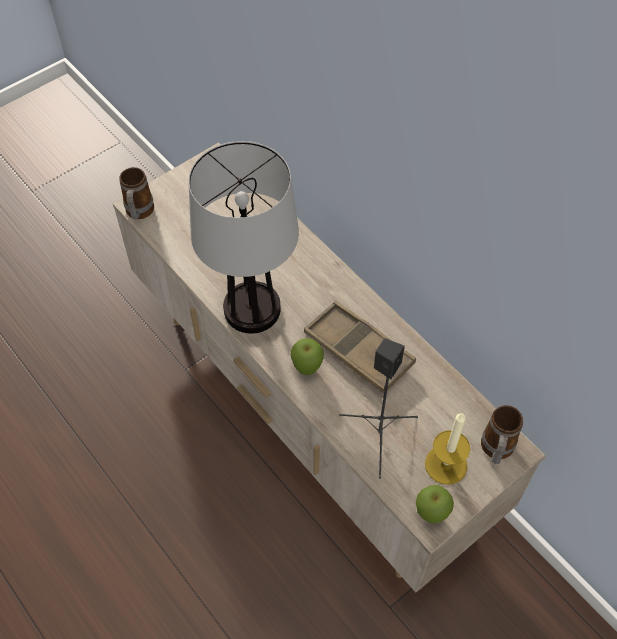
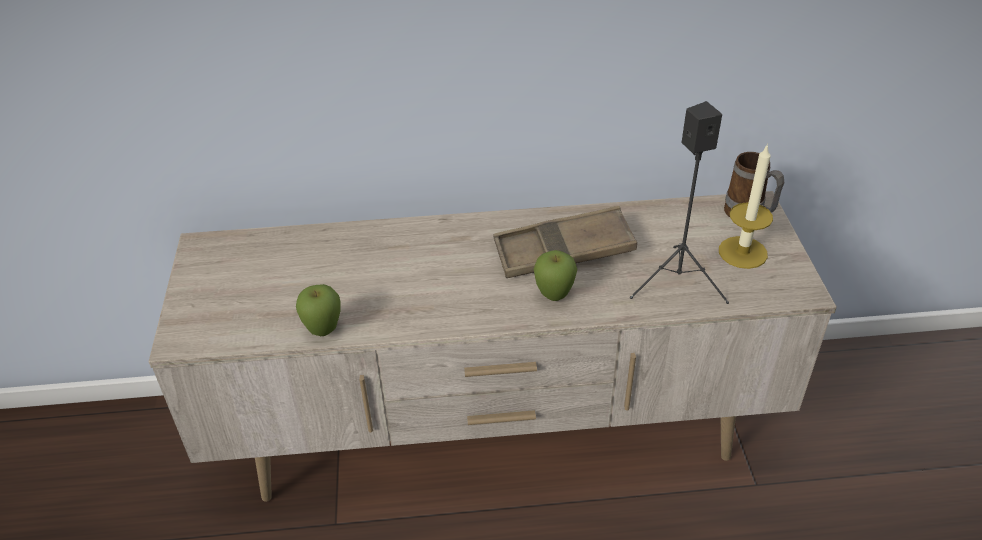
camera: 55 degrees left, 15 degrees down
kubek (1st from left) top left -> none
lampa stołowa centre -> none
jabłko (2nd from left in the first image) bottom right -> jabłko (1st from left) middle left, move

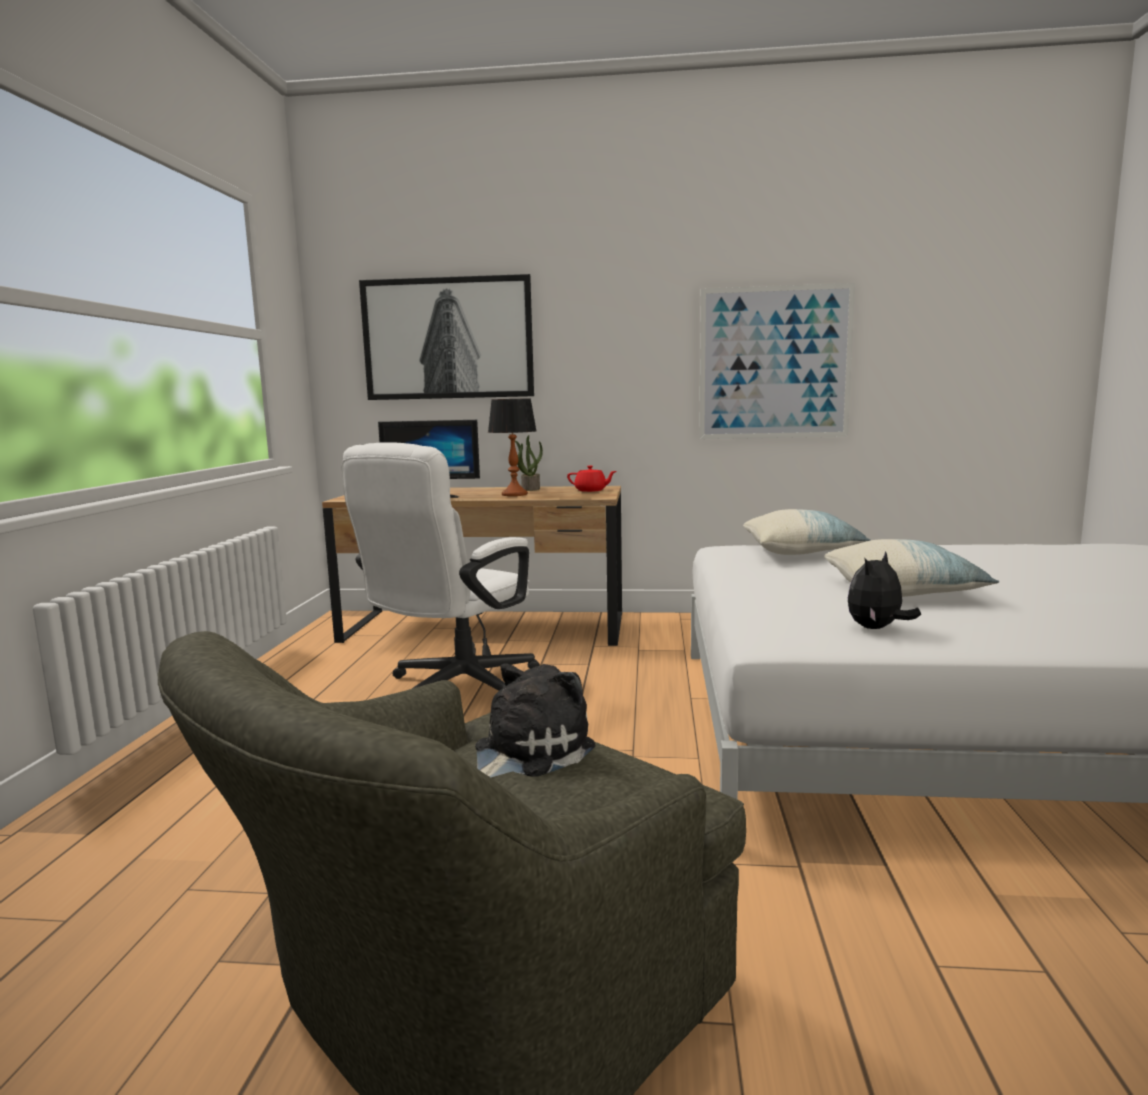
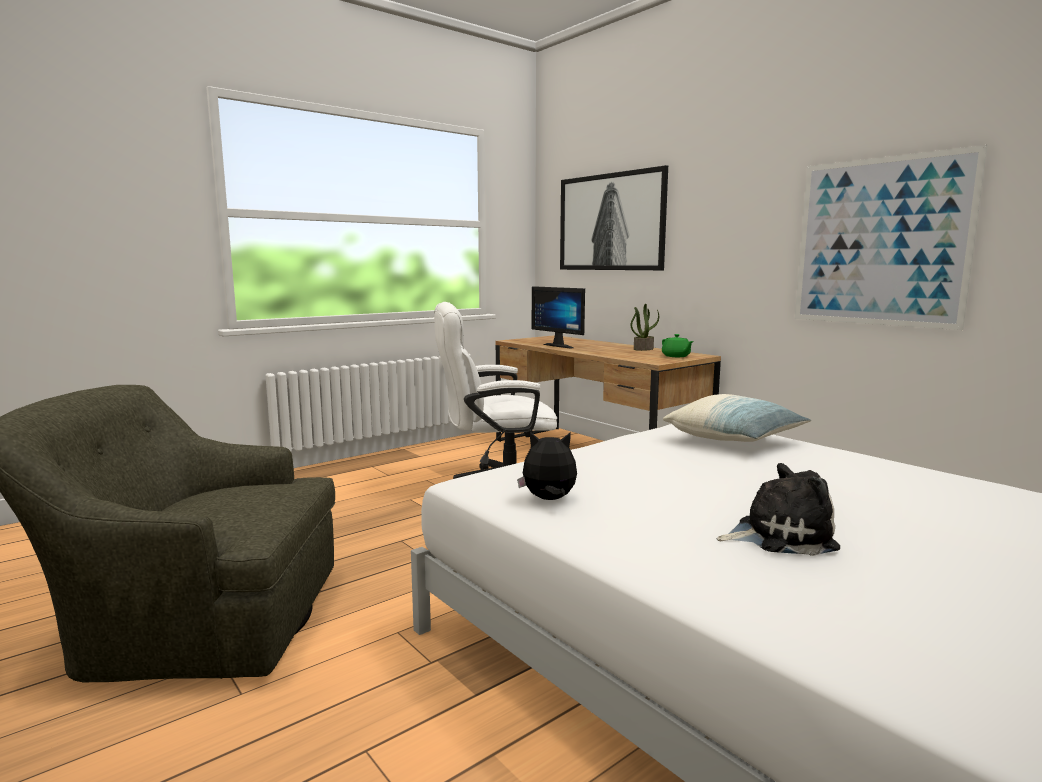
camera: 45 degrees right, 0 degrees up
pluszak (1st from left in the first image) centre -> pluszak (2nd from left) middle right, move
lampa stołowa centre -> none
imbryk/czerwony centre -> imbryk/zielony centre
poduszka (2nd from left) middle right -> none

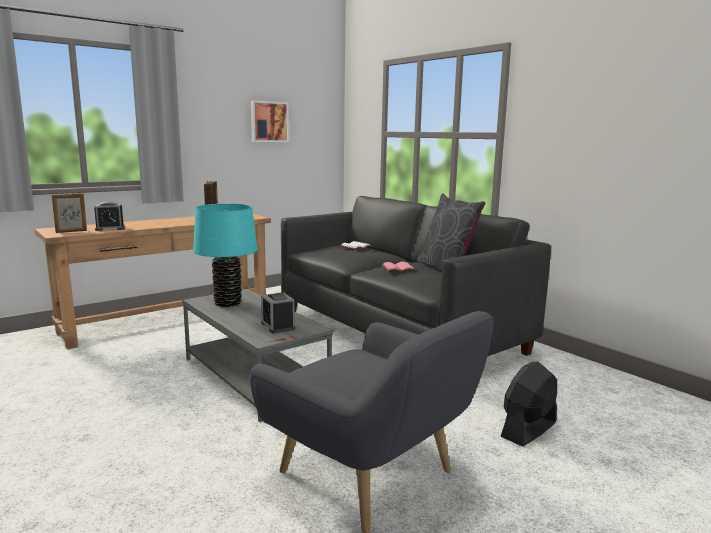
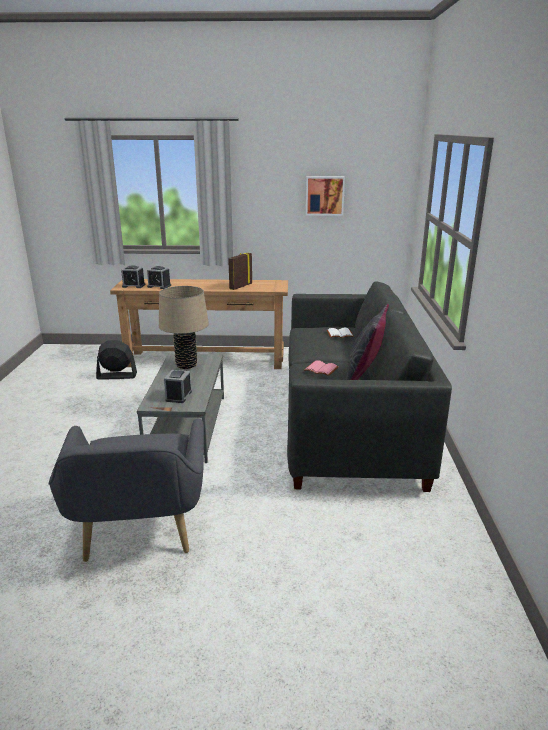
camera: 40 degrees right, 10 degrees up
ramka na zdjęcie (1st from left) middle left -> budzik (1st from left) middle left
lampa stołowa/turkusowy middle left -> lampa stołowa/beżowy centre
wentylator/czarny bottom right -> wentylator/czarny middle left, move

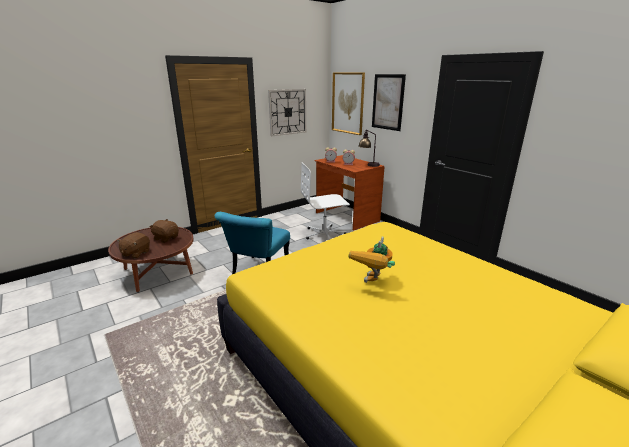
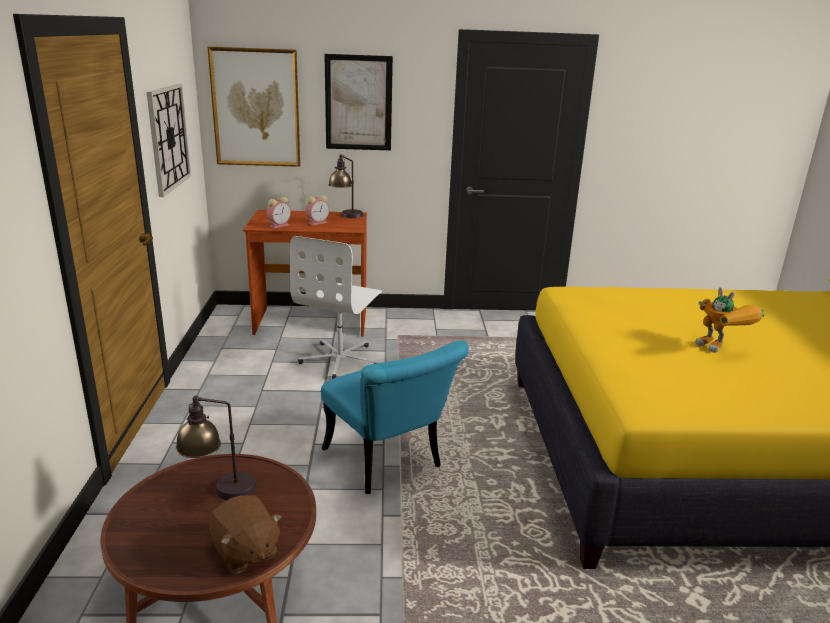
camera: 55 degrees left, 0 degrees up
pluszak/brązowy (2nd from left) middle left -> lampa stołowa (1st from left) bottom left

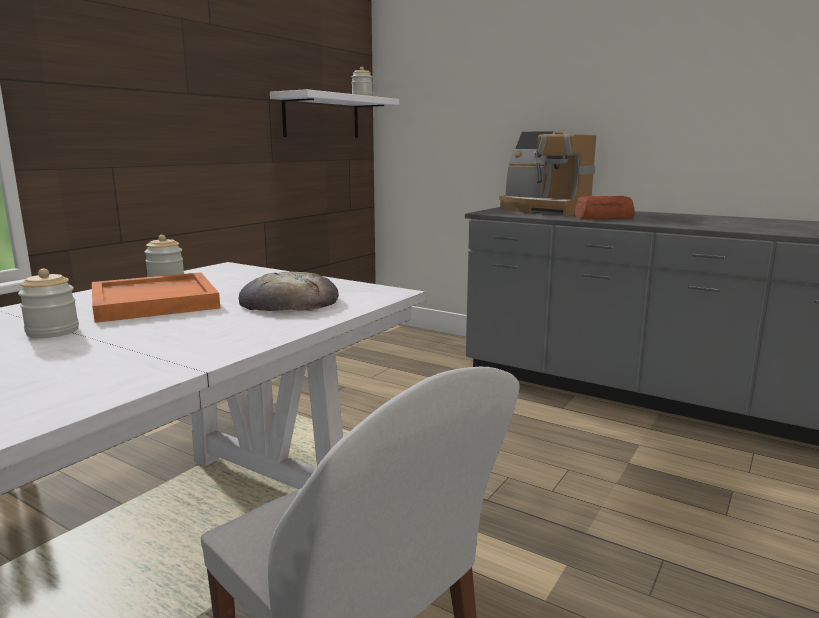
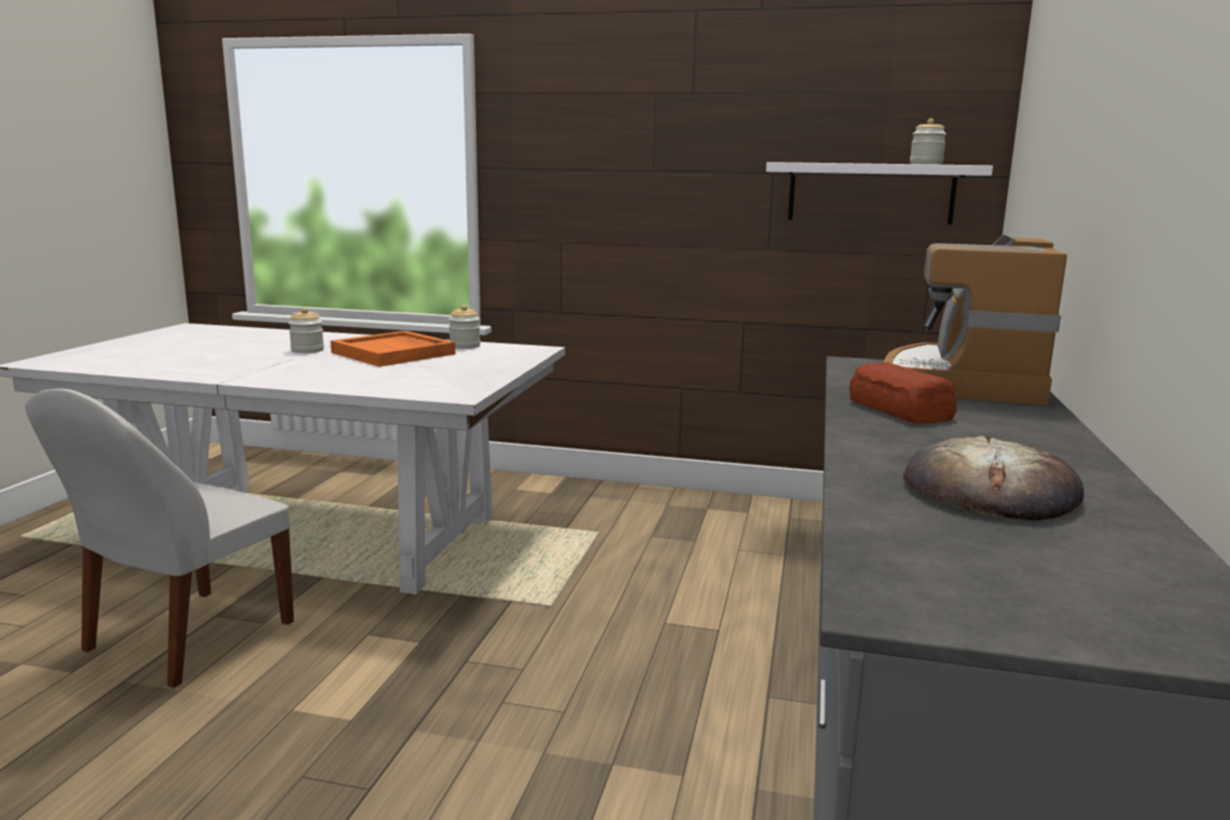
camera: 70 degrees right, 0 degrees up
chleb (1st from left in the first image) centre -> chleb (2nd from left) middle right, move

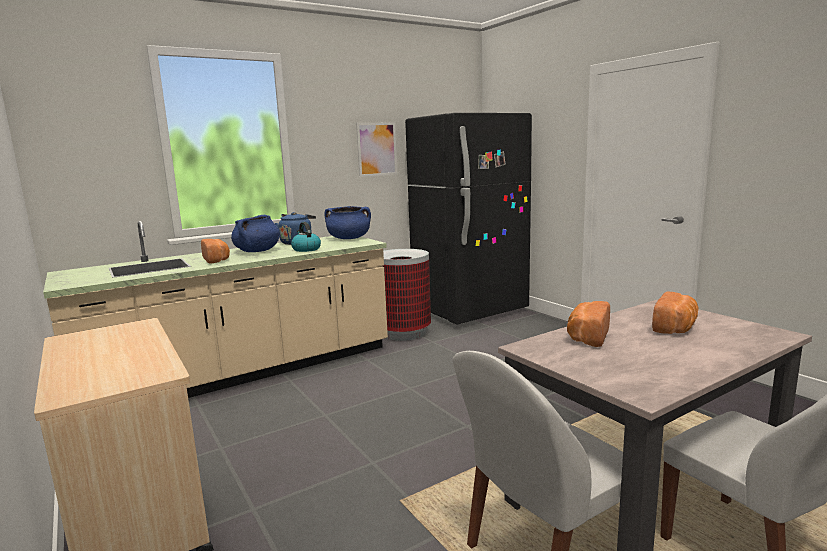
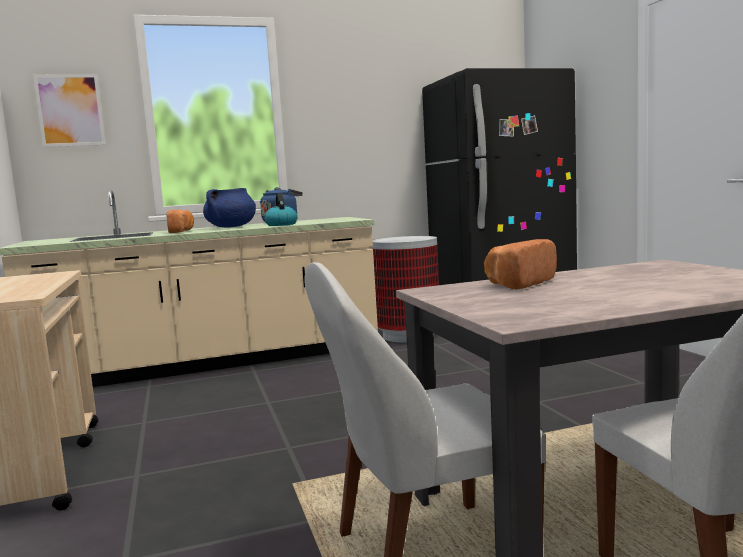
camera: 15 degrees right, 5 degrees down
garnek/niebieski (2nd from left) centre -> none
obraz top centre -> obraz top left, move
chleb (3rd from left) middle right -> none

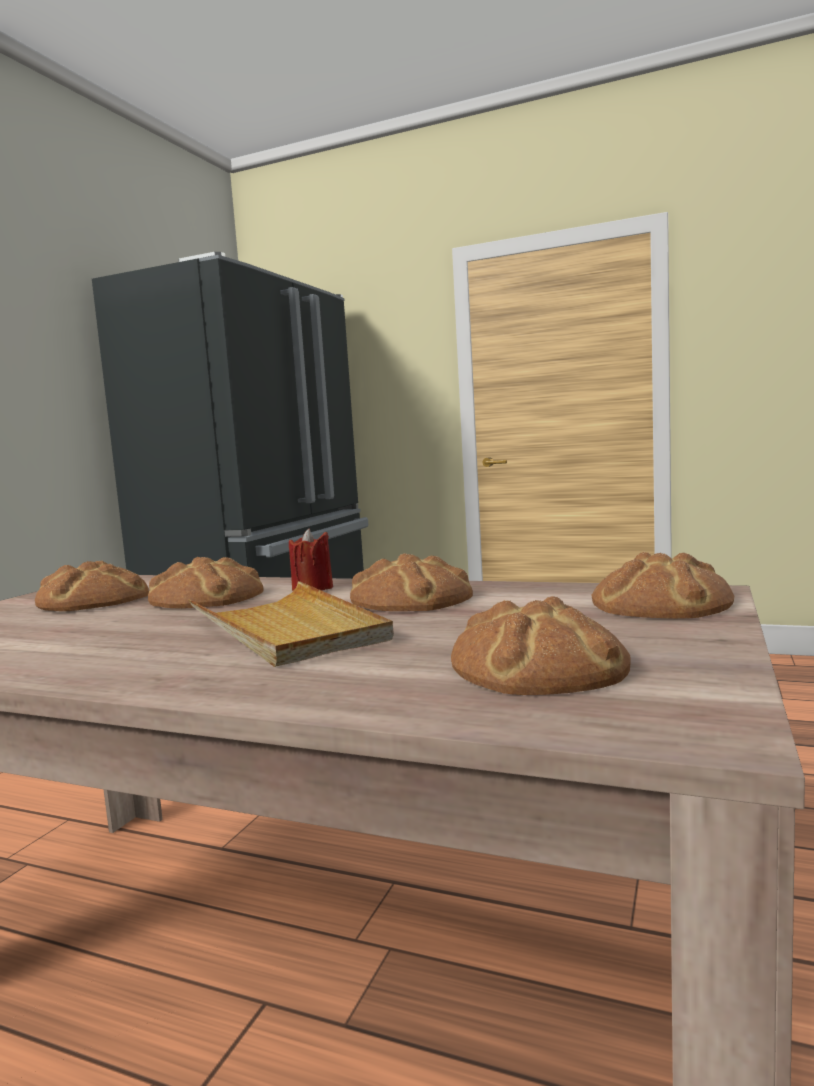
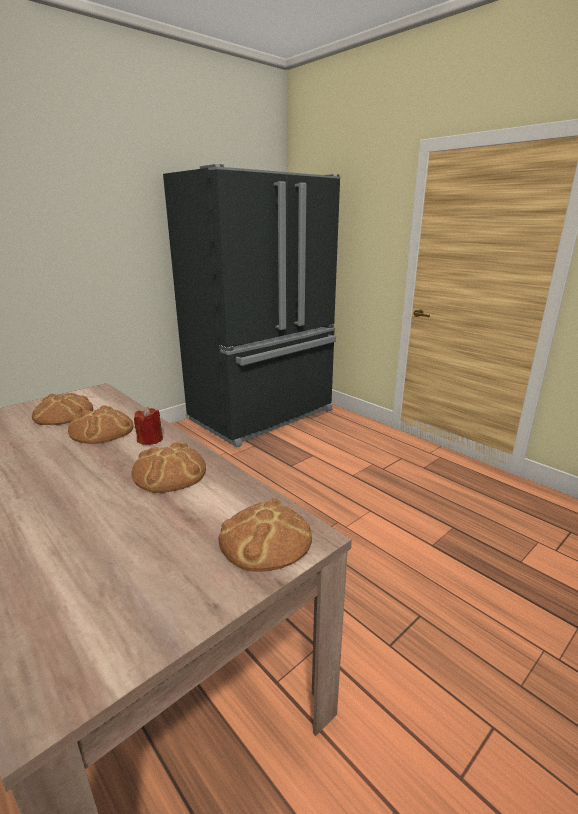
camera: 25 degrees right, 15 degrees up
taca/beżowy centre -> none
chleb (4th from left) centre -> none

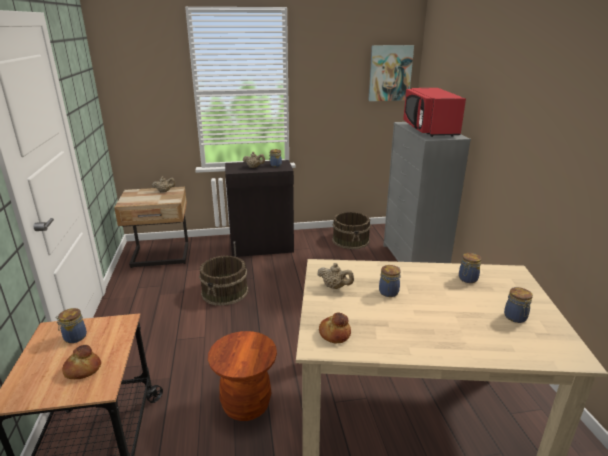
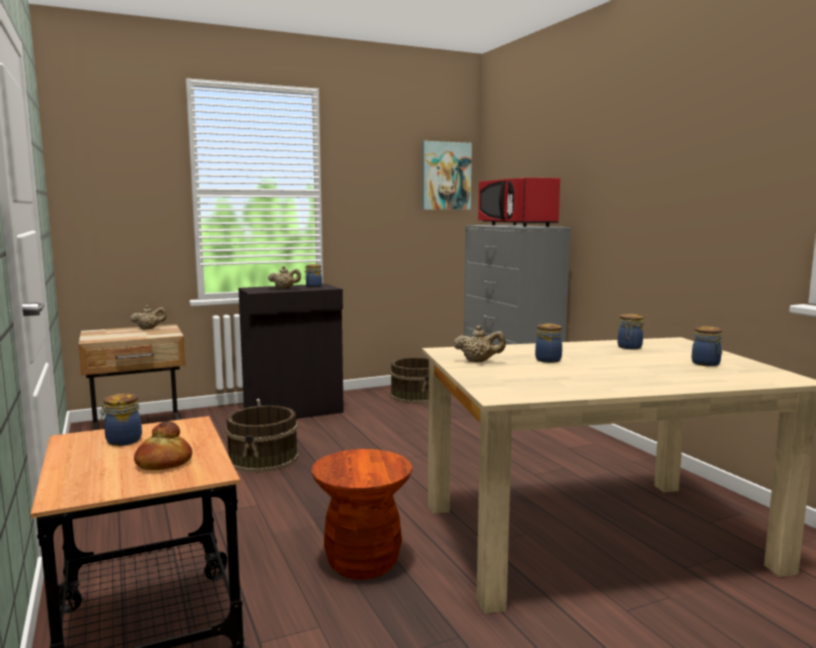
camera: 15 degrees left, 15 degrees down
chleb (2nd from left) bottom centre -> none

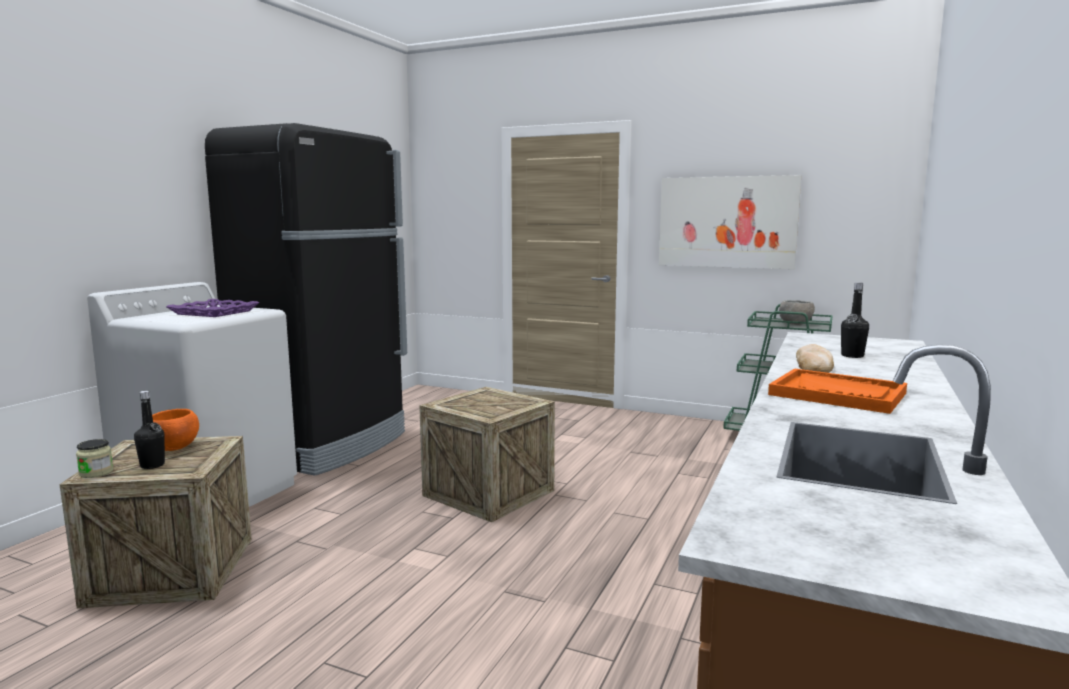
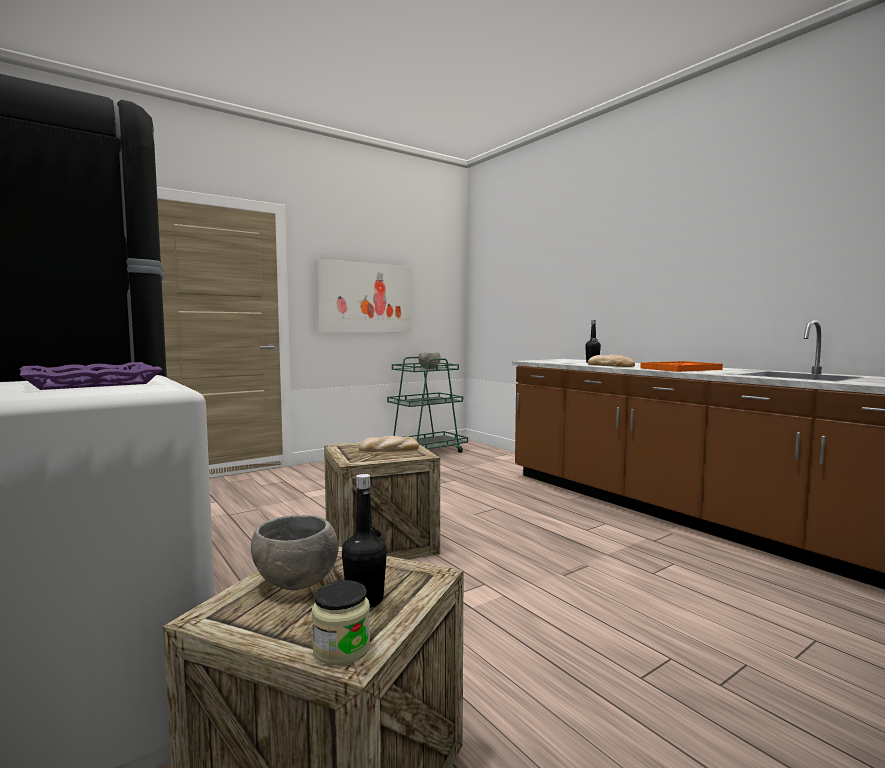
camera: 60 degrees left, 5 degrees down
miska/pomarańczowy middle left -> miska/szary (1st from left) bottom centre
none -> chleb (1st from left) centre

